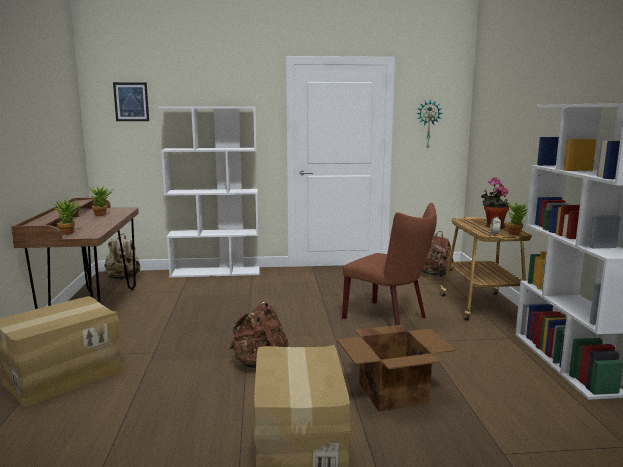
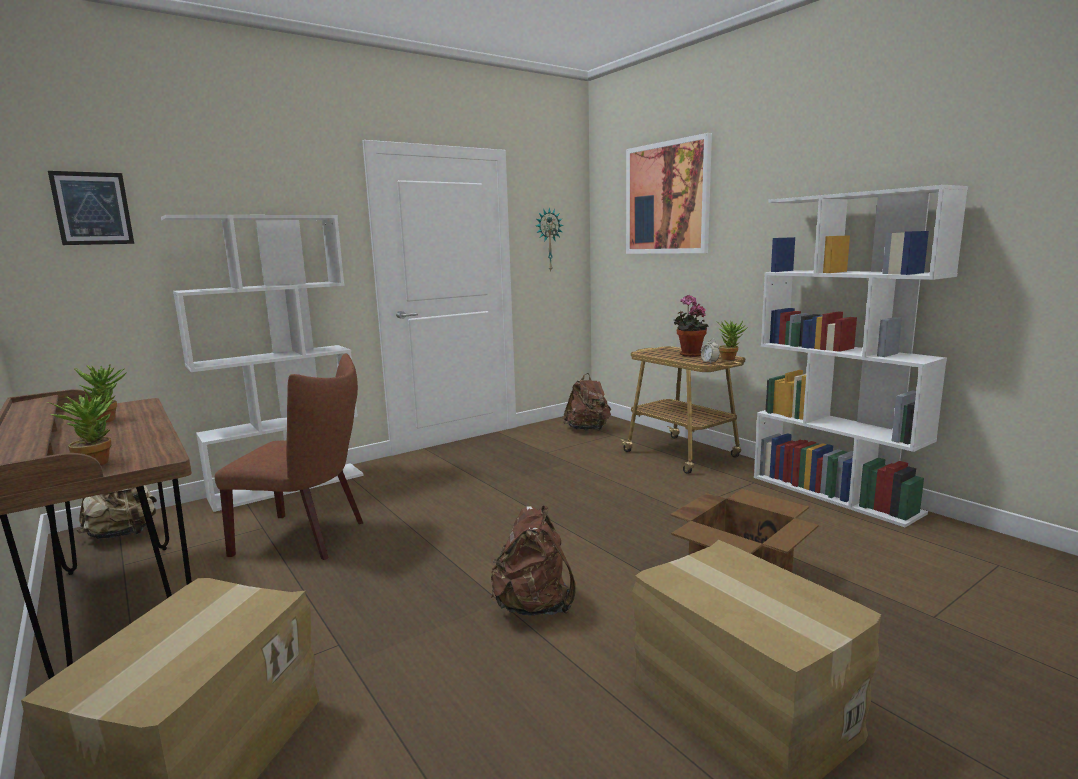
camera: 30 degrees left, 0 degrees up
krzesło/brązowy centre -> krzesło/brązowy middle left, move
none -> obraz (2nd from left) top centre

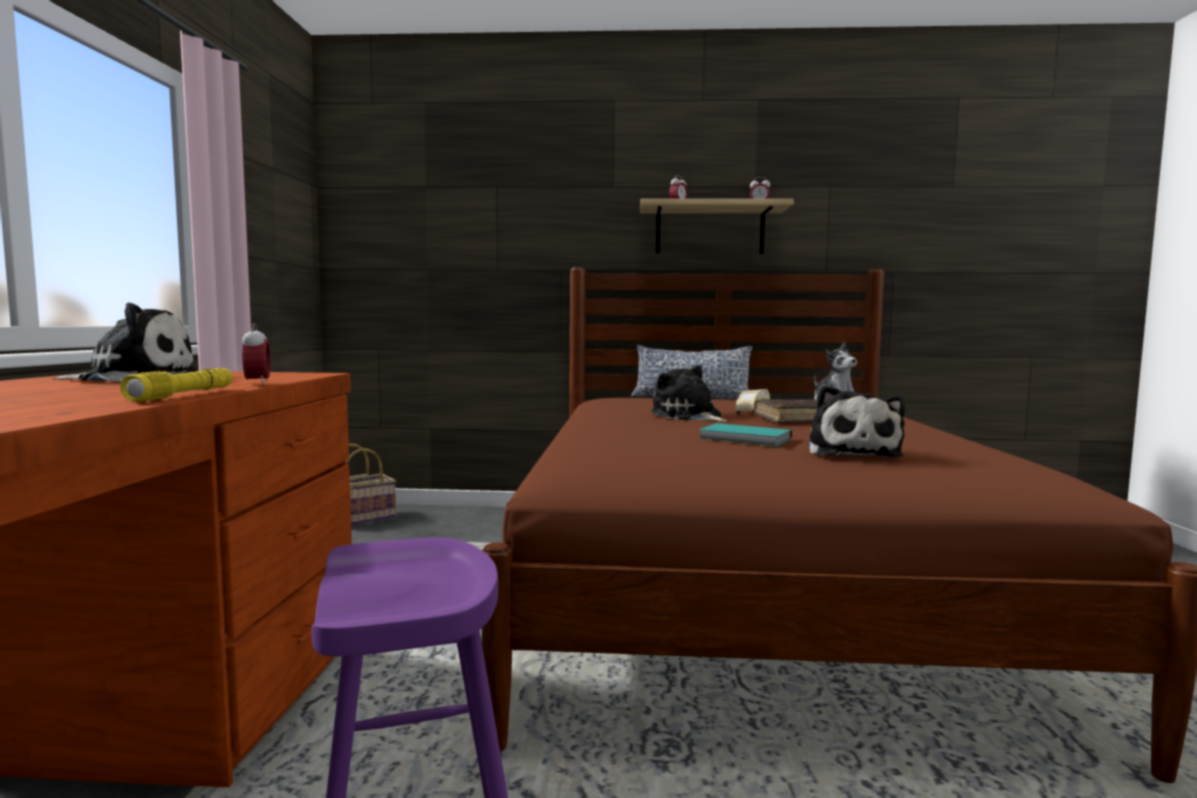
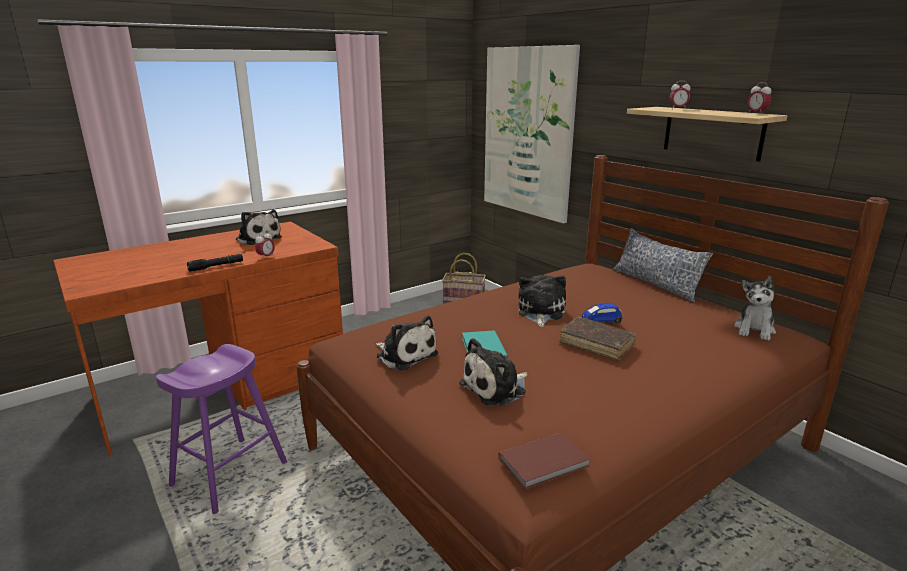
camera: 50 degrees right, 15 degrees up
latarka/żółty middle left -> latarka/czarny middle left
samochodzik/beżowy centre -> samochodzik/niebieski centre
none -> pluszak (2nd from left) centre
none -> obraz top centre
none -> książka/brązowy (1st from left) bottom centre

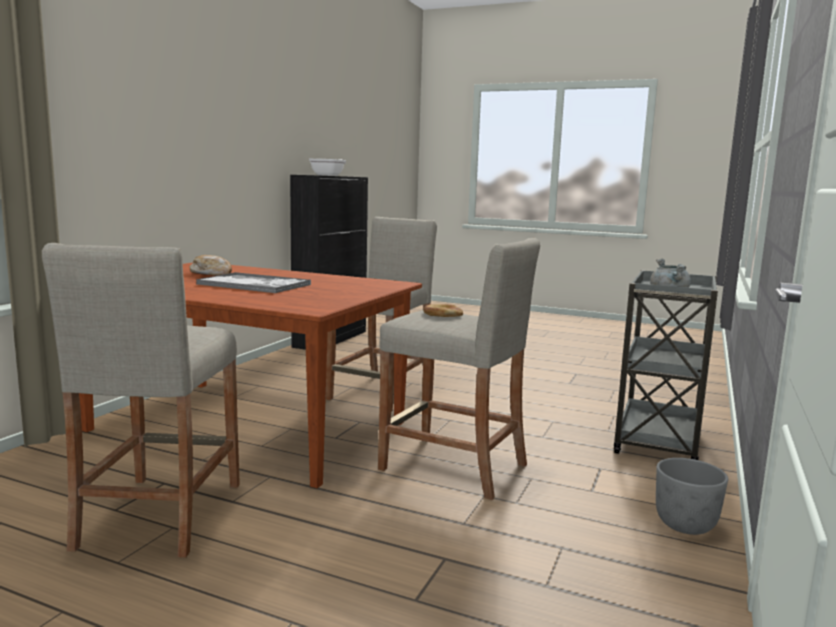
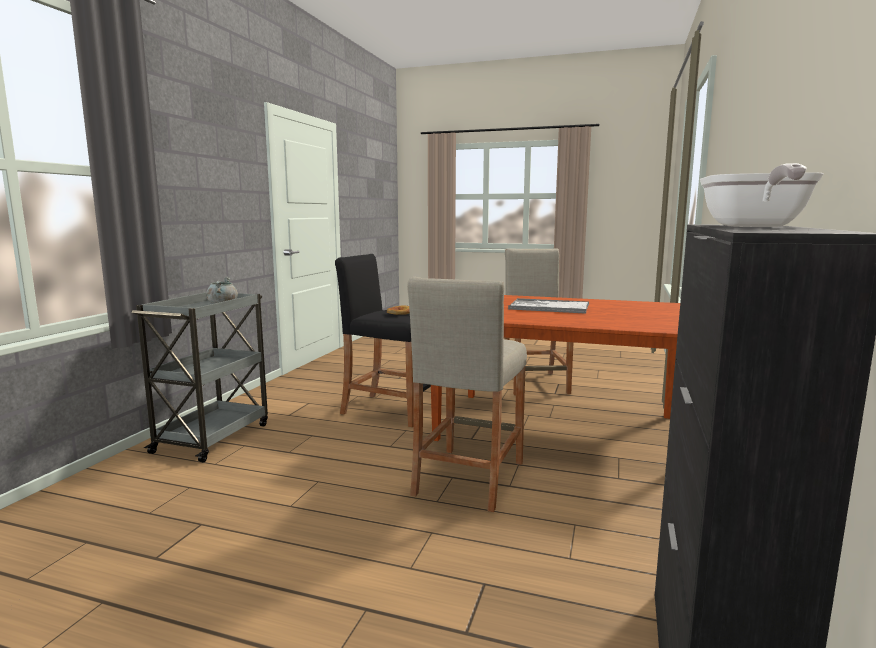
camera: 175 degrees right, 0 degrees up
chleb (1st from left) middle left -> none
stołek/beżowy (3rd from left) centre -> stołek/czarny centre
donica/szary bottom right -> none

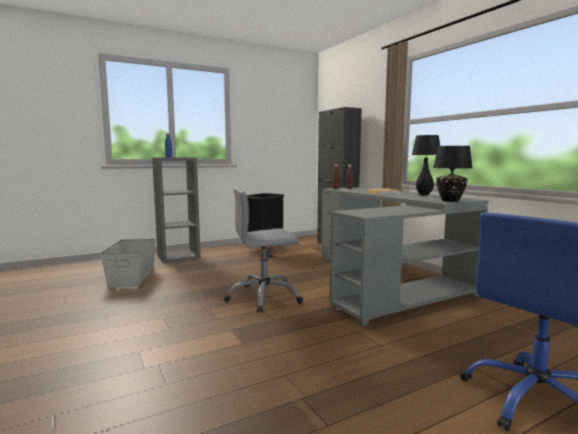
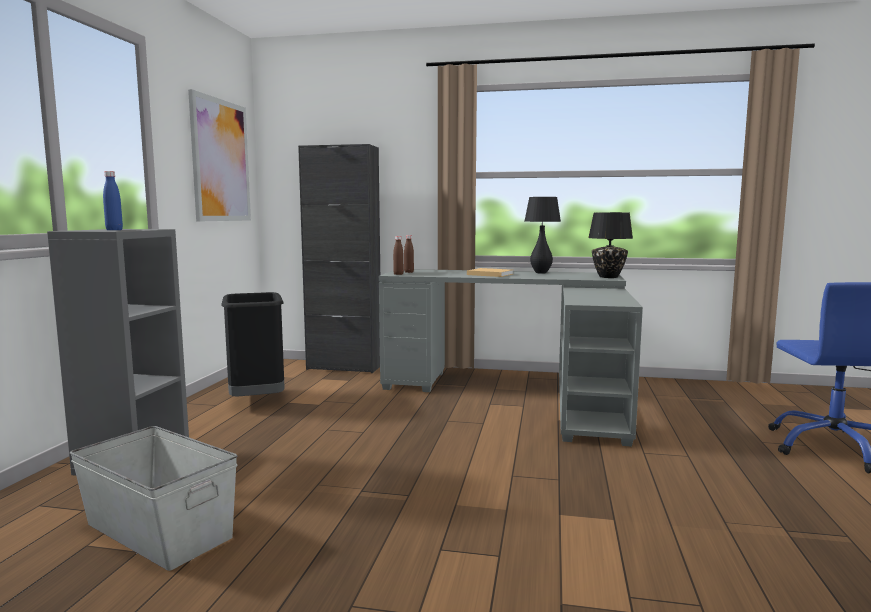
camera: 50 degrees left, 0 degrees up
krzesło biurowe/szary centre -> none
none -> obraz top left

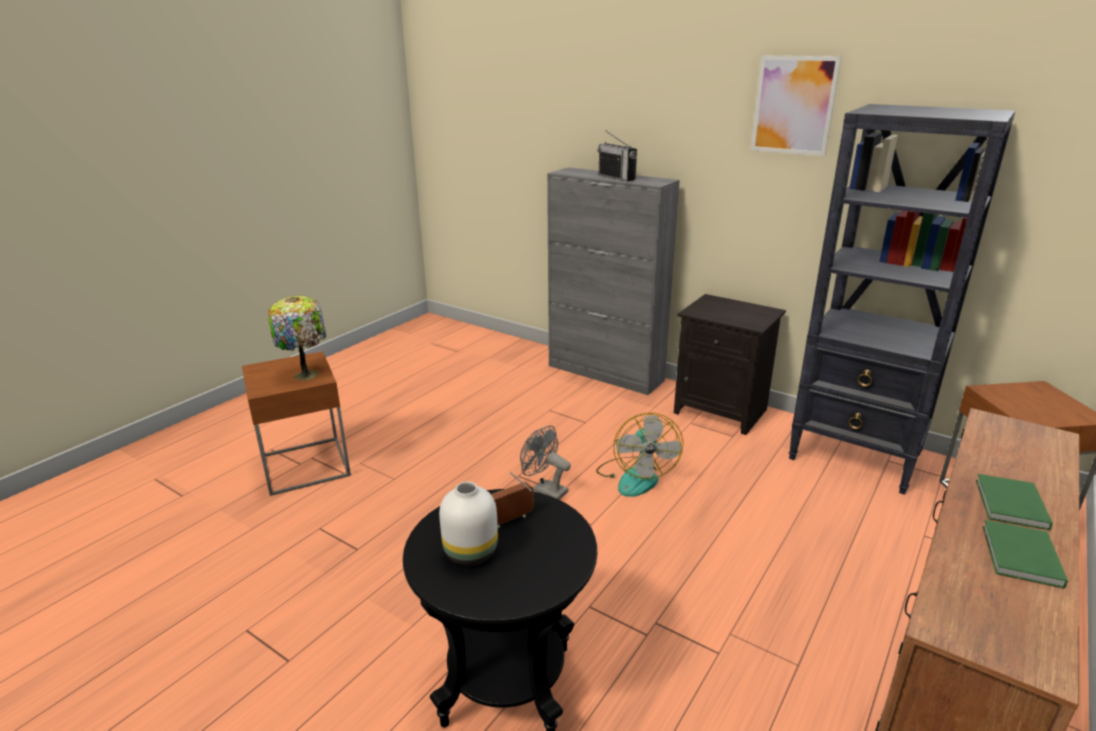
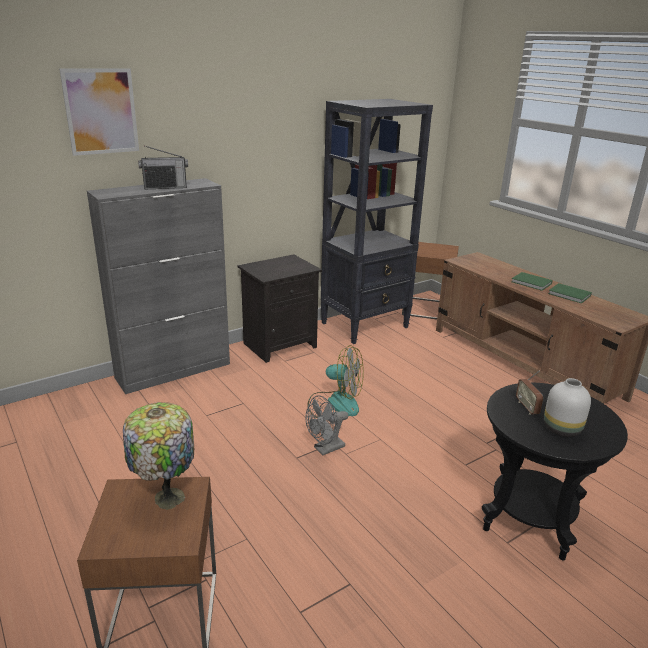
camera: 70 degrees left, 0 degrees up
obraz top right -> obraz top left, move

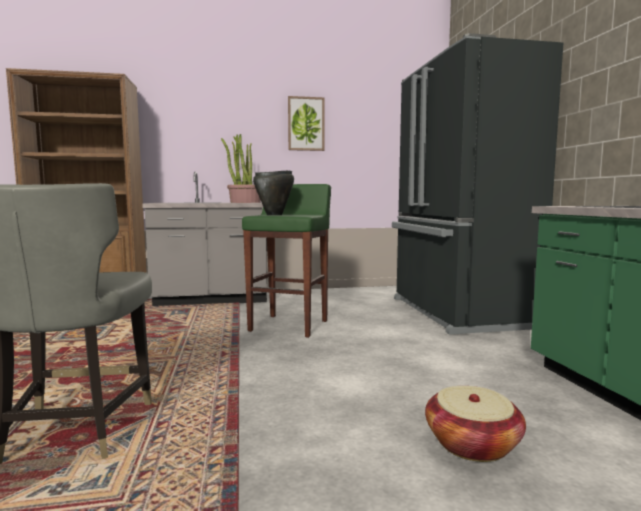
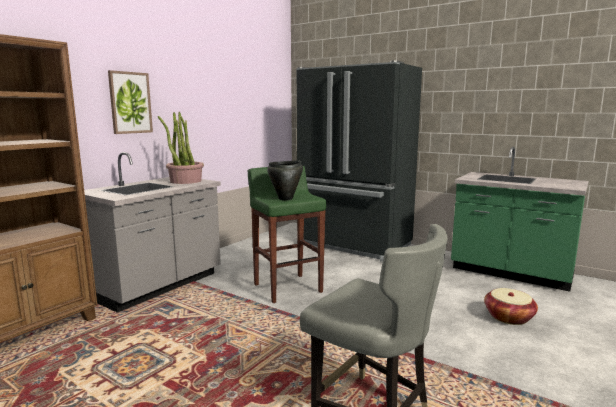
camera: 45 degrees left, 5 degrees up
obraz top centre -> obraz top left, move

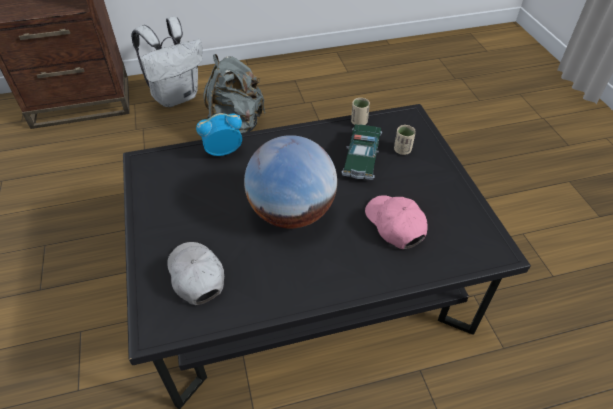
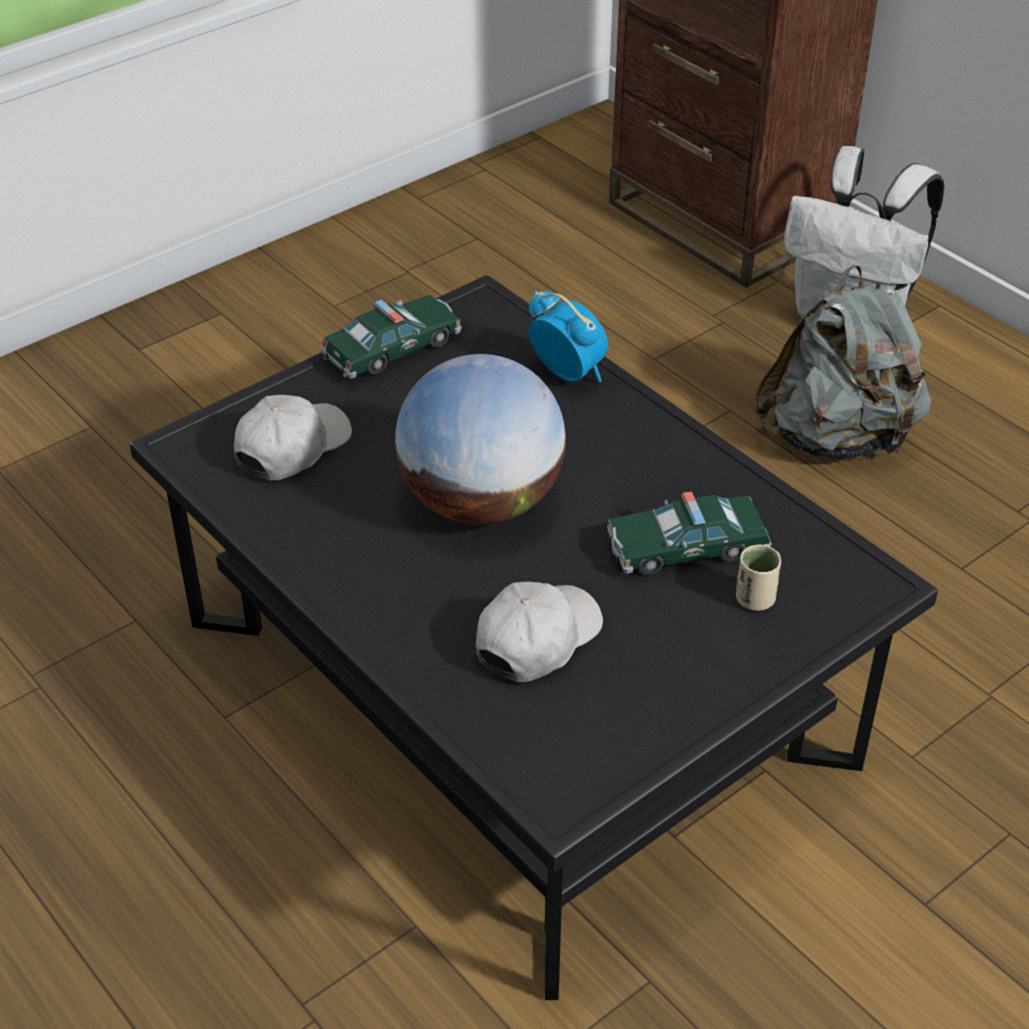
camera: 65 degrees right, 5 degrees down
filiżanka/beżowy (1st from left) top centre -> none
czapka z daszkiem/różowy centre -> czapka z daszkiem/biały (2nd from left) centre
none -> samochodzik (1st from left) top centre

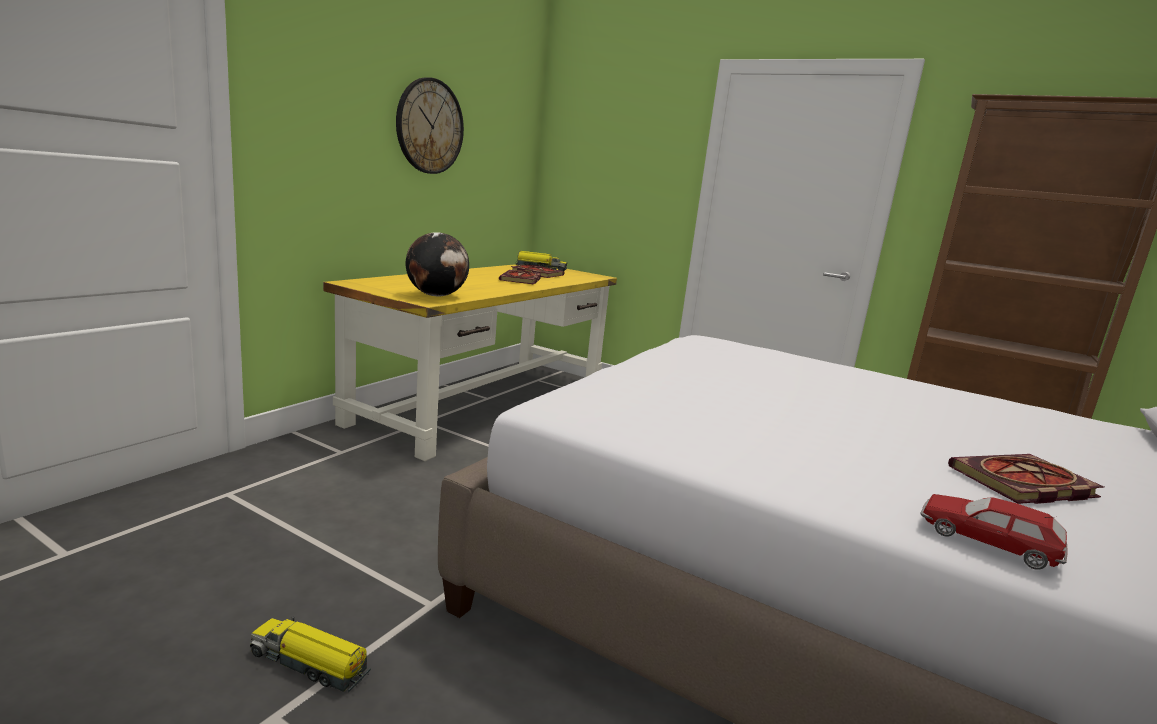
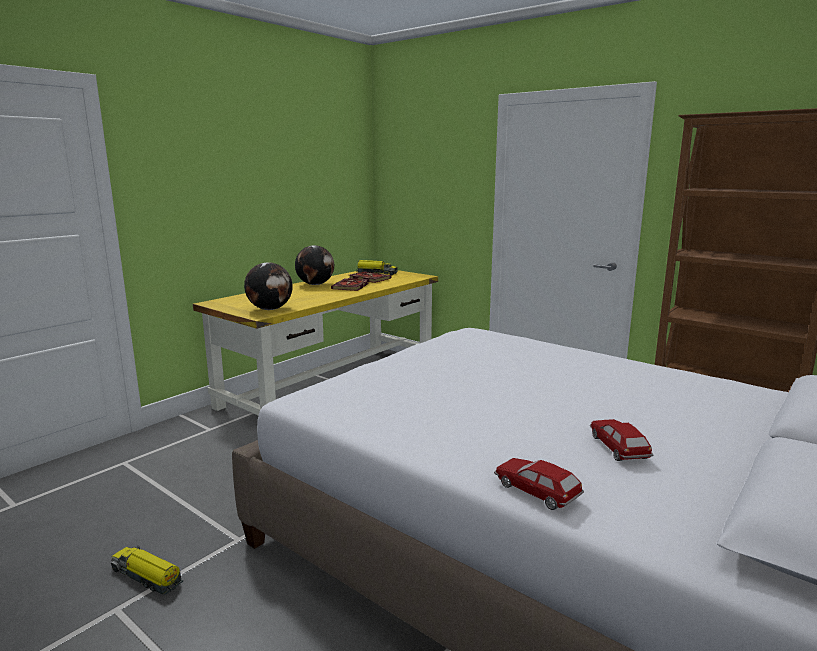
camera: 10 degrees right, 0 degrees up
zegar ścienny top centre -> none
książka (3rd from left) middle right -> samochodzik (2nd from left) bottom right
none -> globus (2nd from left) centre

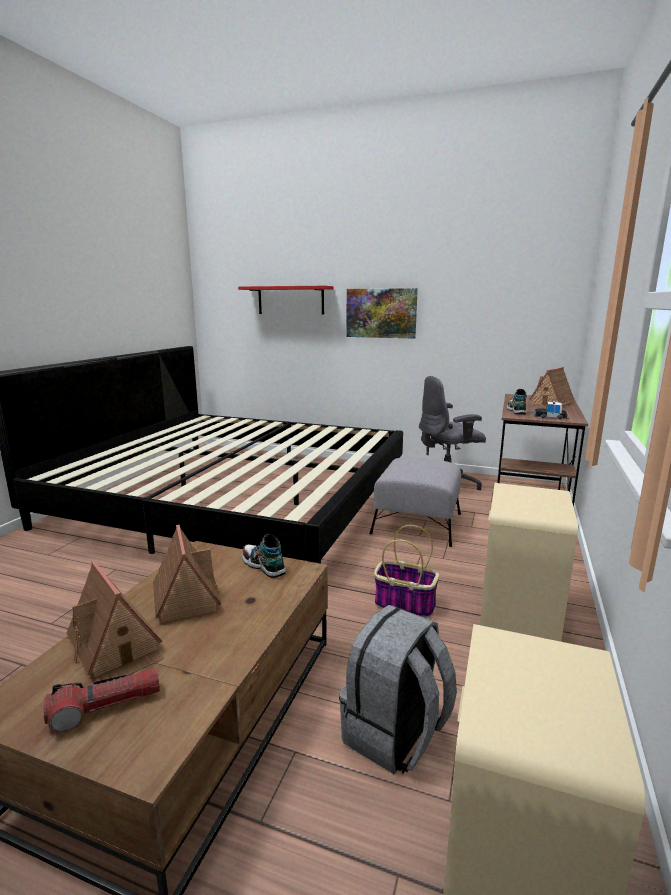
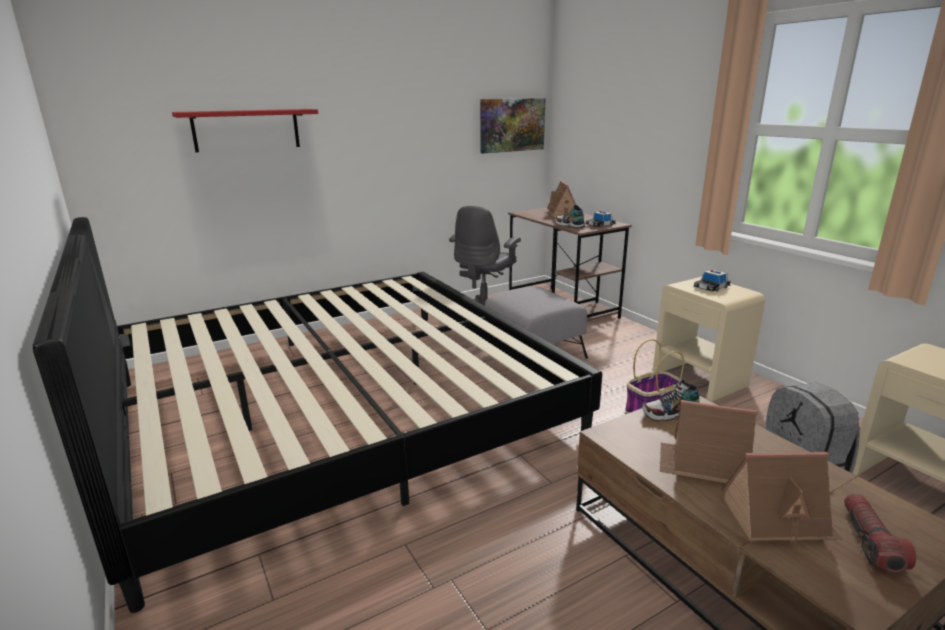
camera: 50 degrees left, 5 degrees up
obraz centre -> obraz top centre, move
none -> samochodzik (2nd from left) middle right

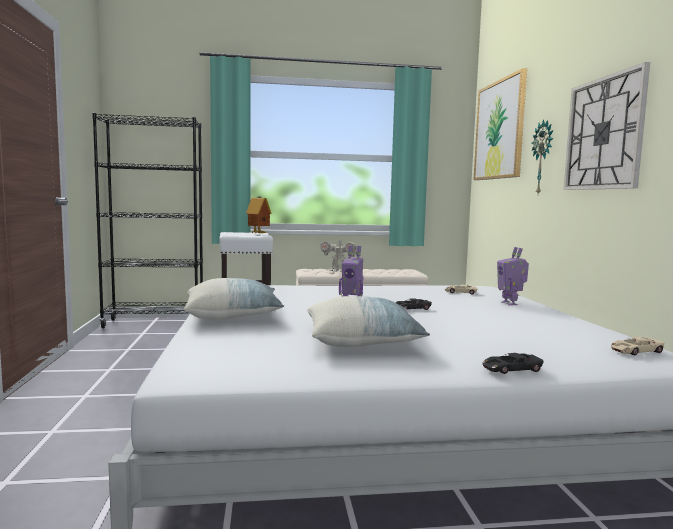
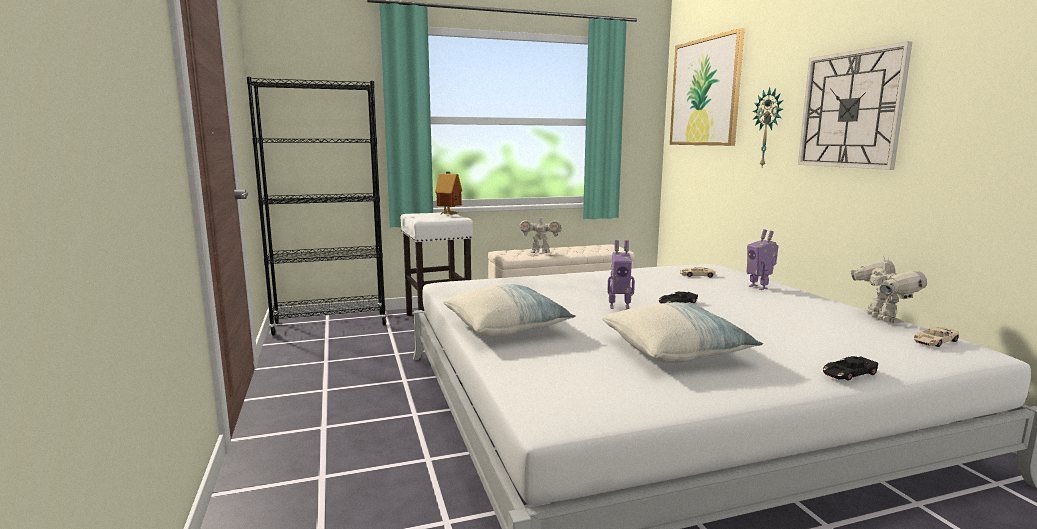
camera: 10 degrees left, 5 degrees up
none -> robot zabawkowy (4th from left) middle right

